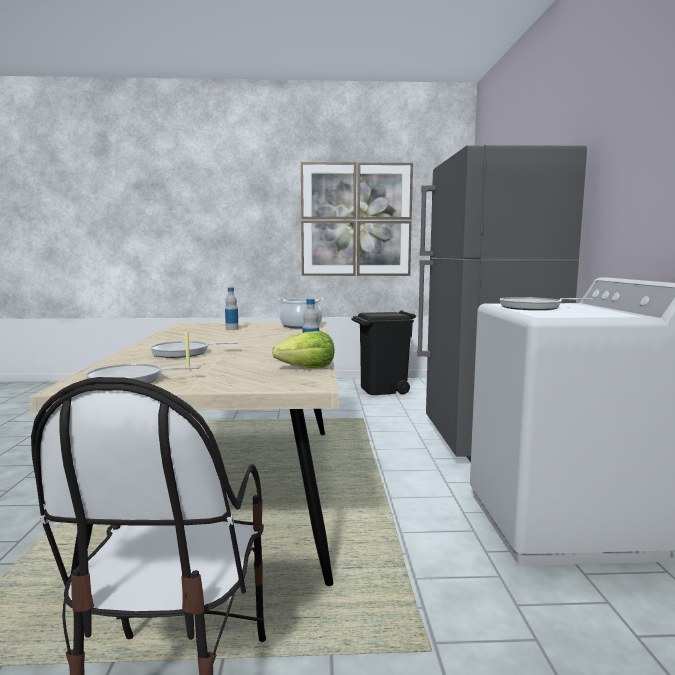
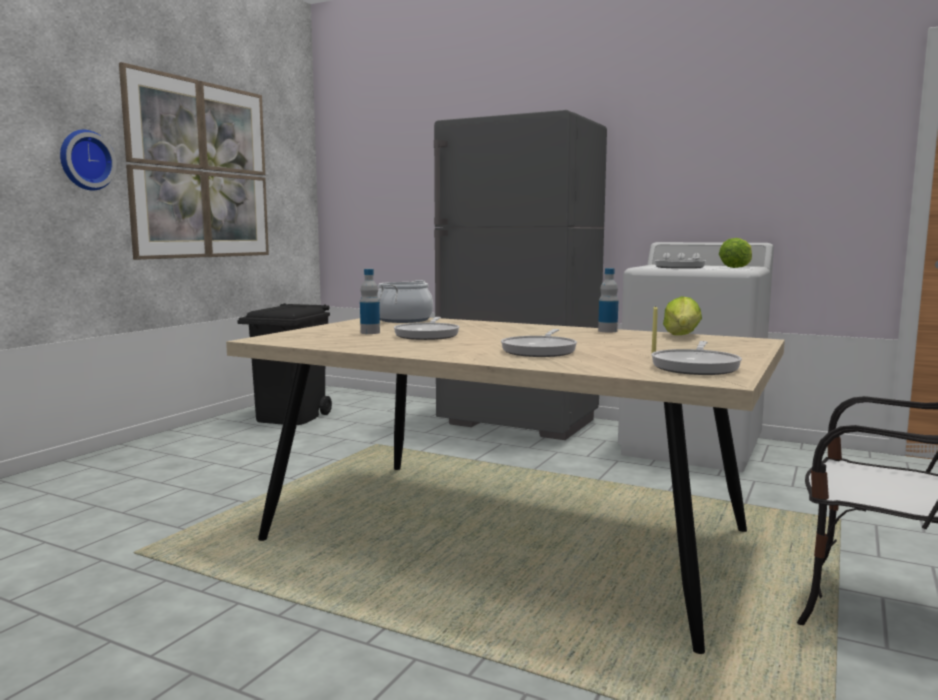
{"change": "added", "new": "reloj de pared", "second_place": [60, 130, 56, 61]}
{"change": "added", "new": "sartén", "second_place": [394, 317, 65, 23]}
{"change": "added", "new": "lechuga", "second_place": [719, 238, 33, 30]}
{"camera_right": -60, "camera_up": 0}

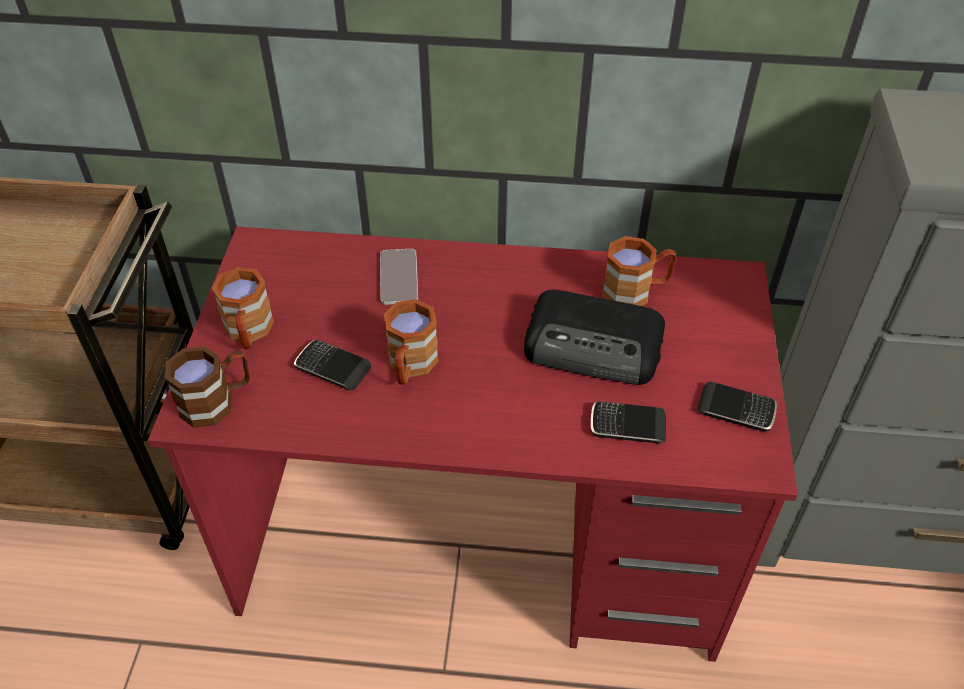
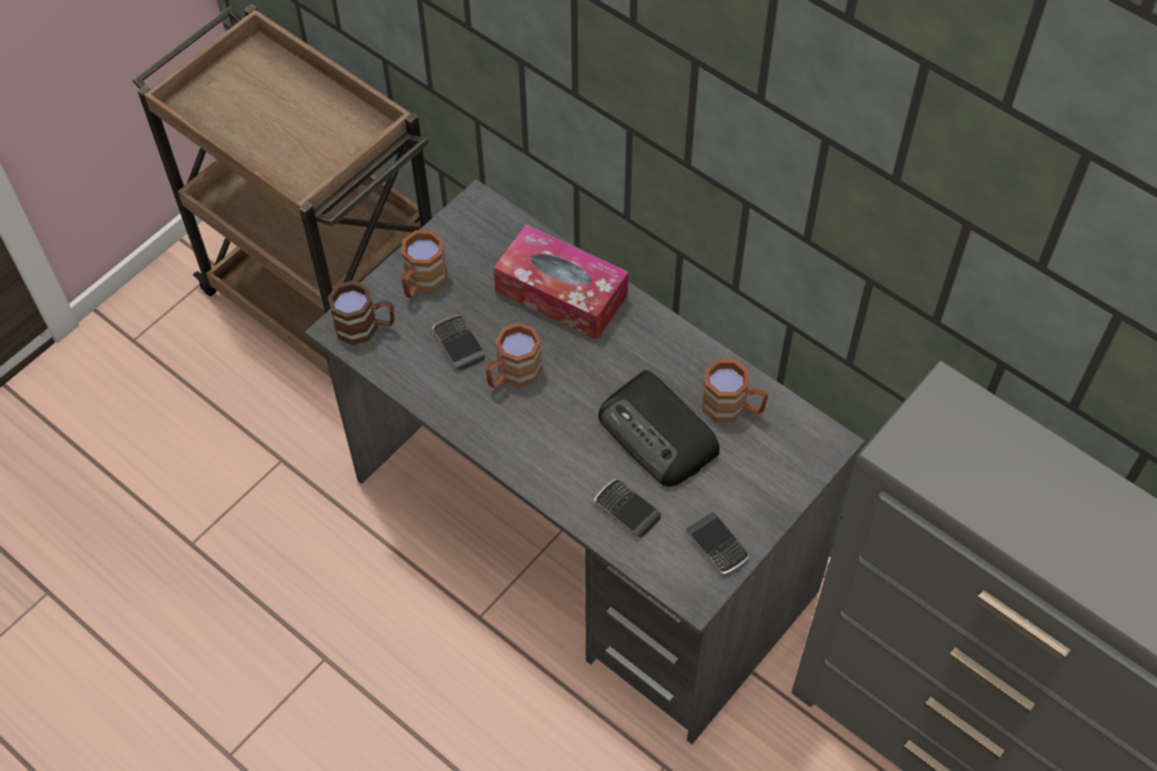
{"change": "recoloured", "old": "escritorio (rojo)", "new": "escritorio (gris)", "first_place": [148, 227, 650, 435], "second_place": [305, 179, 560, 565]}
{"change": "replaced", "old": "móvil", "new": "caja de pañuelos", "first_place": [380, 249, 38, 56], "second_place": [493, 225, 136, 115]}
{"camera_right": 35, "camera_up": 10}

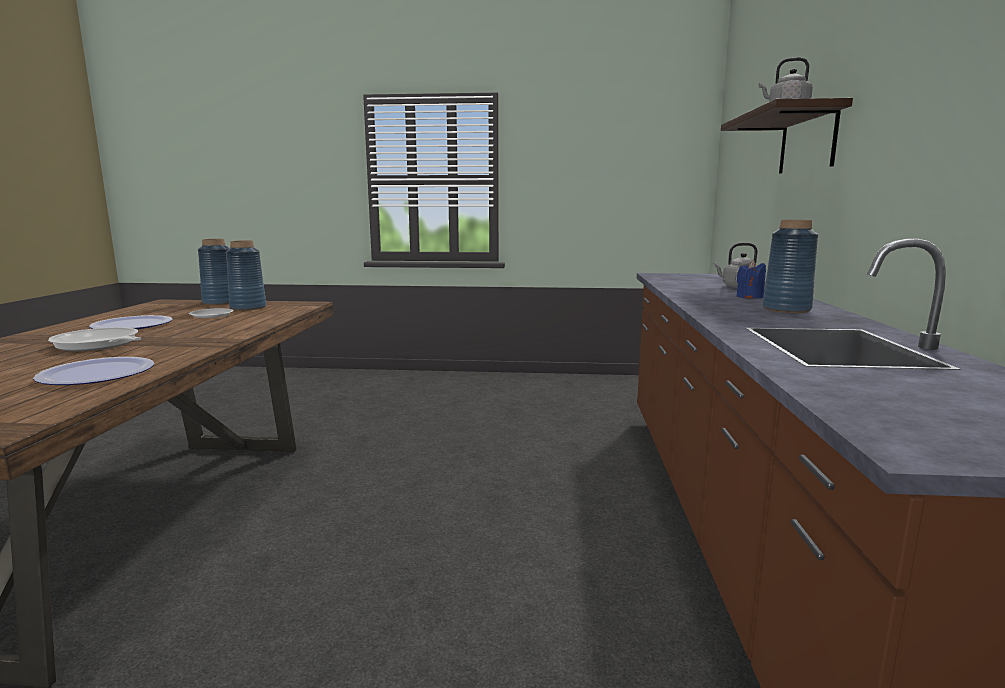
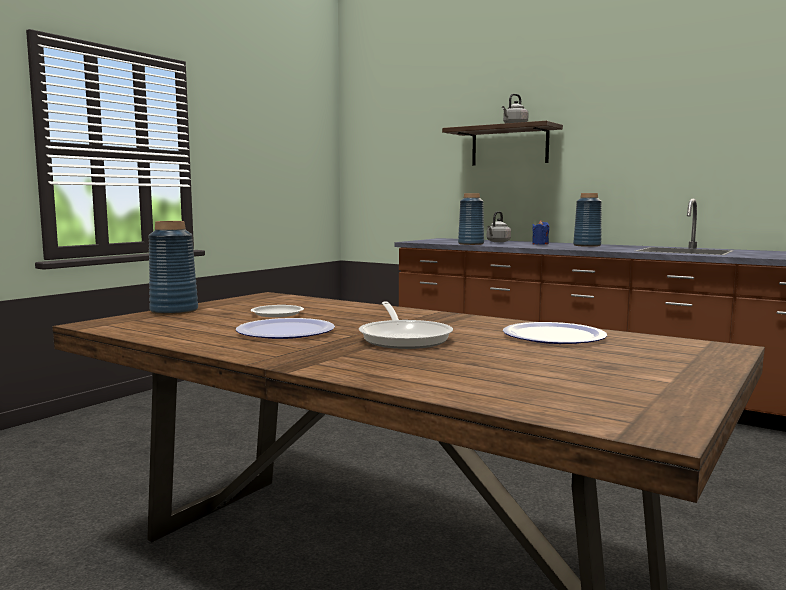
{"change": "turned", "old": "sartén", "first_place": [48, 327, 93, 24], "second_place": [359, 301, 94, 48], "degrees": -75}
{"change": "moved", "old": "florero (azul)", "first_place": [226, 240, 40, 71], "second_place": [458, 193, 26, 52]}
{"camera_right": -60, "camera_up": -5}

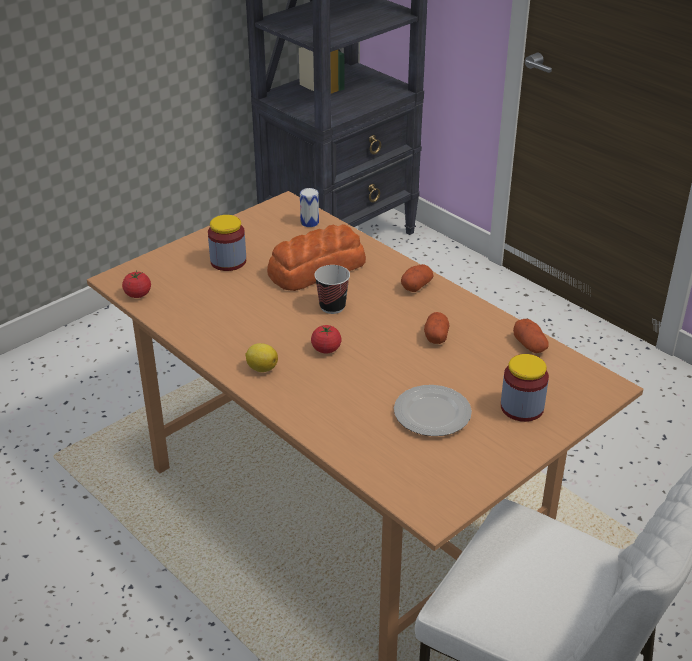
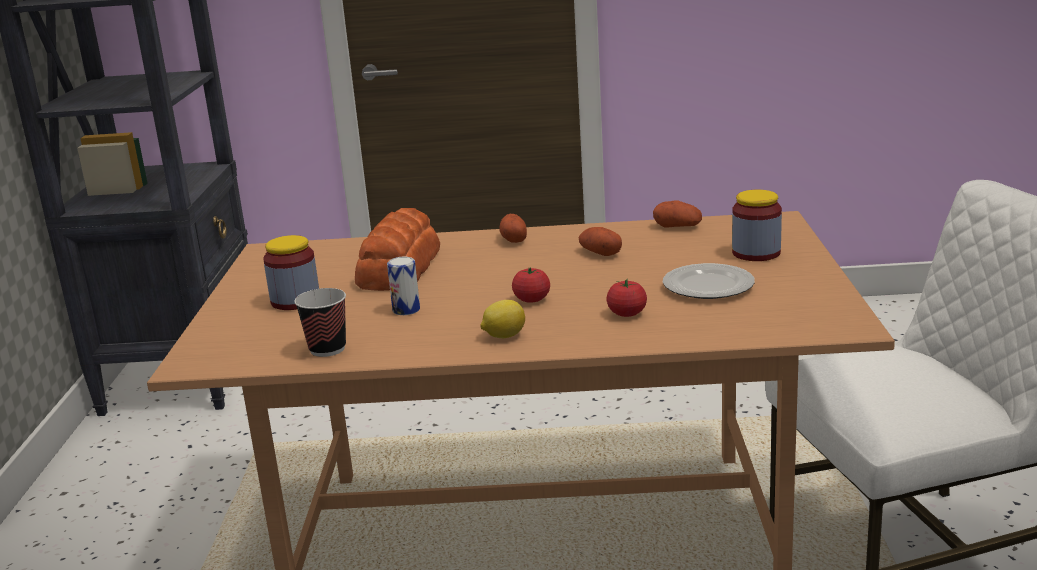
{"change": "moved", "old": "tomate", "first_place": [122, 271, 29, 27], "second_place": [606, 279, 41, 38]}
{"change": "moved", "old": "lata", "first_place": [300, 188, 19, 39], "second_place": [387, 257, 33, 58]}
{"change": "moved", "old": "taza", "first_place": [314, 265, 36, 49], "second_place": [294, 288, 52, 69]}
{"camera_right": -45, "camera_up": -15}

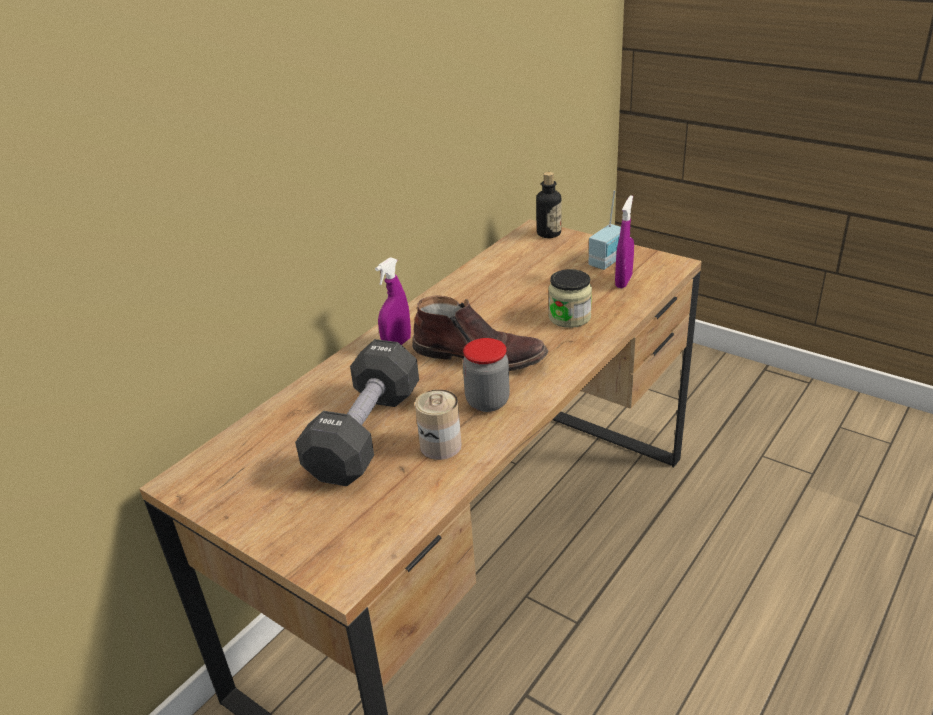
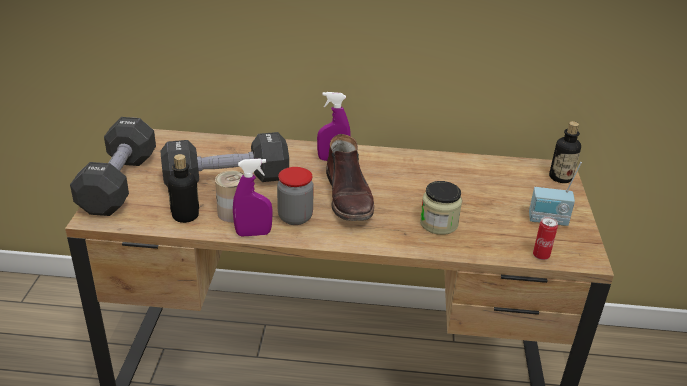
{"change": "moved", "old": "pulverizador (morado)", "first_place": [615, 195, 19, 93], "second_place": [233, 158, 40, 78]}
{"change": "added", "new": "mancuerna (negro)", "second_place": [70, 117, 86, 99]}
{"change": "added", "new": "botella", "second_place": [168, 154, 31, 69]}
{"change": "added", "new": "lata", "second_place": [533, 217, 25, 43]}
{"camera_right": 55, "camera_up": 0}

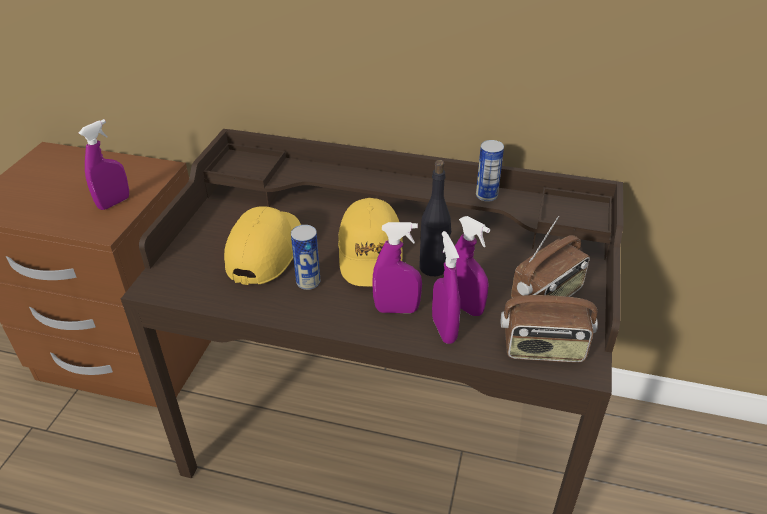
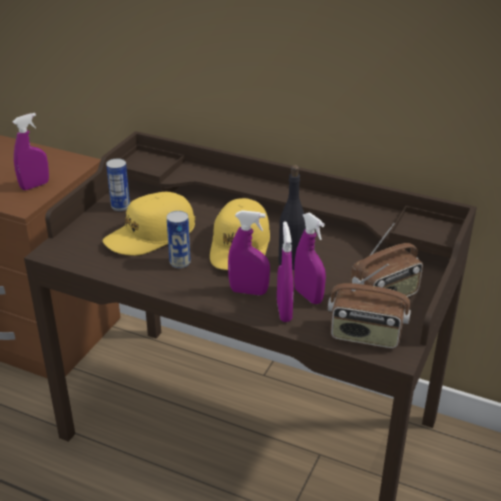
{"change": "turned", "old": "gorra (amarillo)", "first_place": [224, 206, 77, 79], "second_place": [103, 192, 92, 64], "degrees": -150}
{"change": "moved", "old": "lata", "first_place": [476, 140, 28, 62], "second_place": [106, 159, 24, 52]}
{"camera_right": 10, "camera_up": -5}

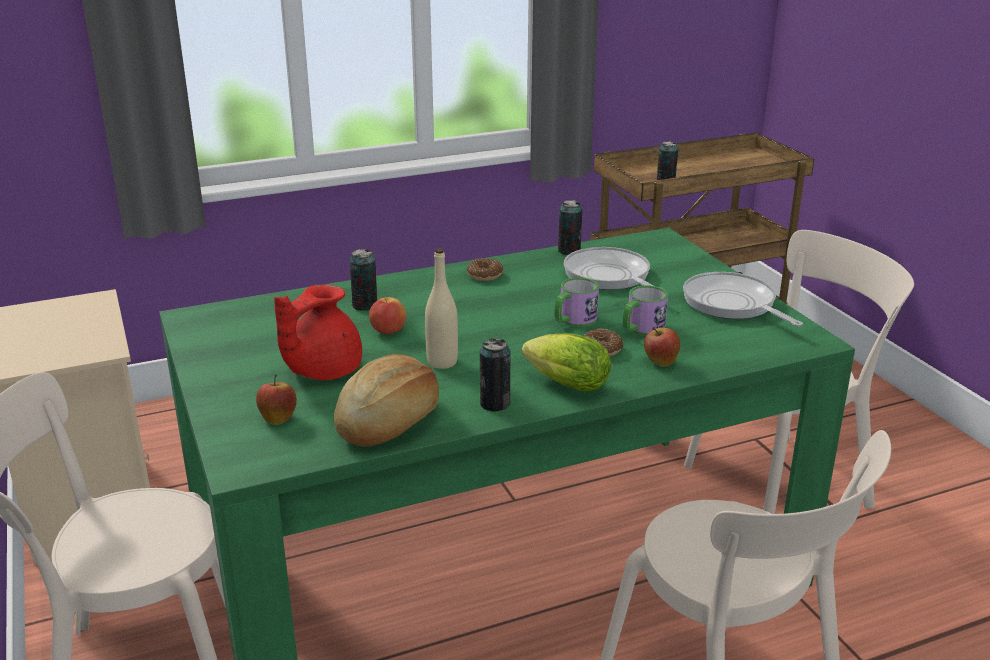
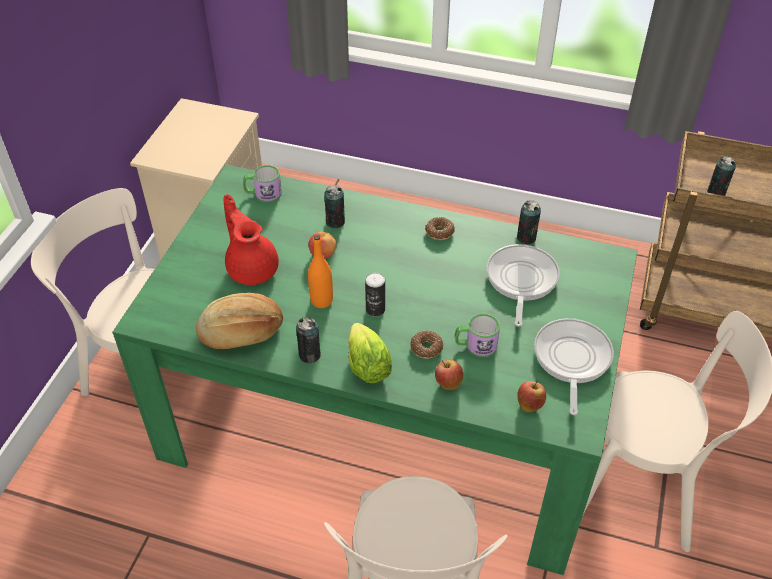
{"change": "moved", "old": "manzana", "first_place": [256, 375, 41, 50], "second_place": [517, 380, 29, 32]}
{"change": "turned", "old": "tetera (rojo)", "first_place": [274, 284, 88, 96], "second_place": [224, 194, 55, 91], "degrees": 75}
{"change": "recoloured", "old": "botella (beis)", "new": "botella (naranja)", "first_place": [425, 248, 33, 121], "second_place": [308, 235, 25, 73]}
{"change": "moved", "old": "taza grande", "first_place": [555, 278, 44, 49], "second_place": [243, 165, 39, 37]}
{"change": "added", "new": "lata", "second_place": [365, 272, 20, 45]}
{"camera_right": 40, "camera_up": 20}

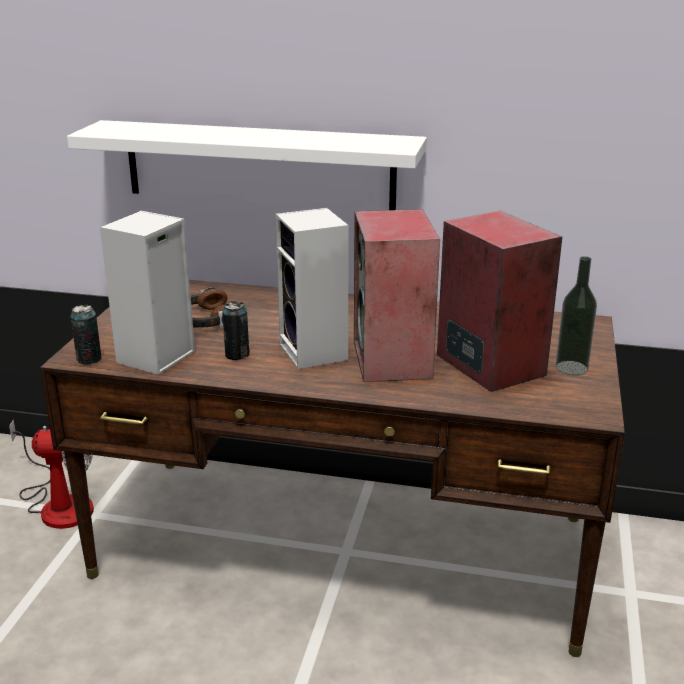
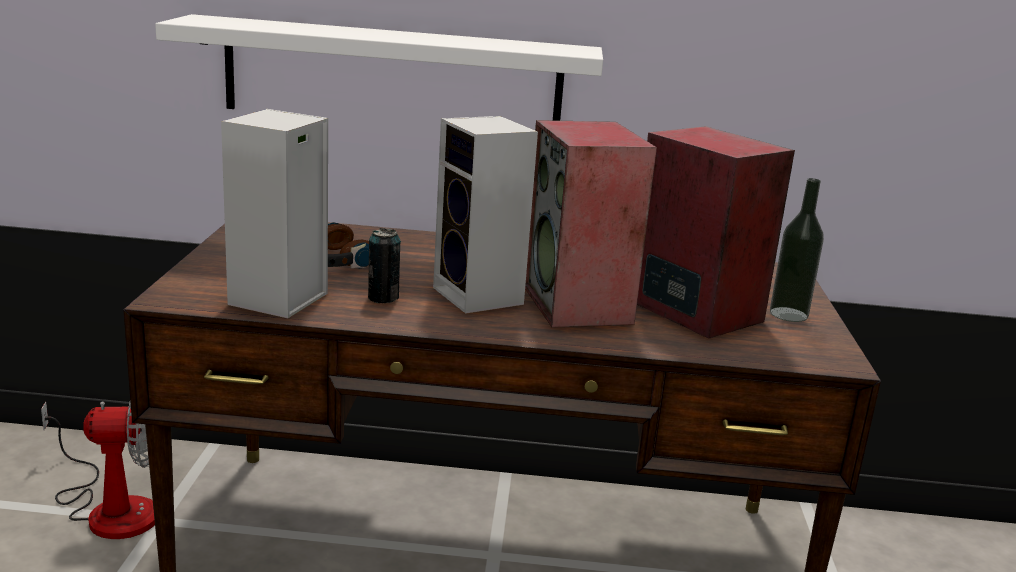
{"change": "removed", "old": "lata", "first_place": [70, 305, 32, 60]}
{"camera_right": -10, "camera_up": -5}

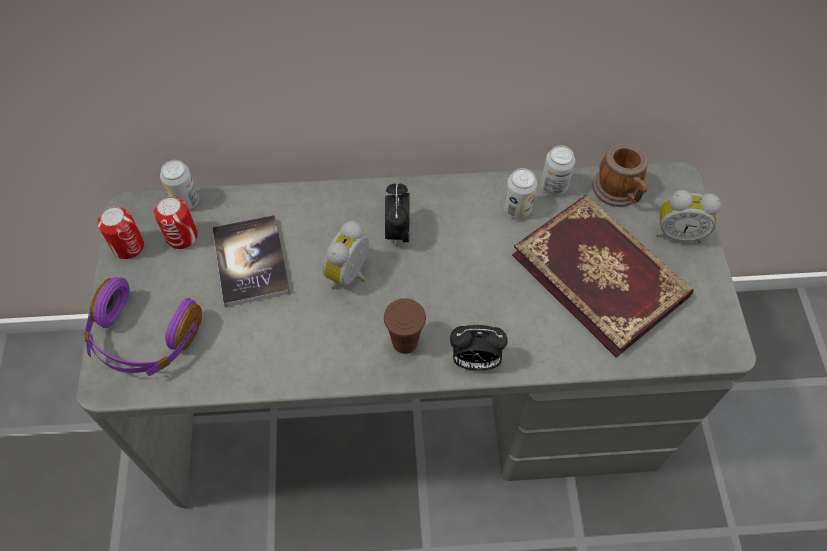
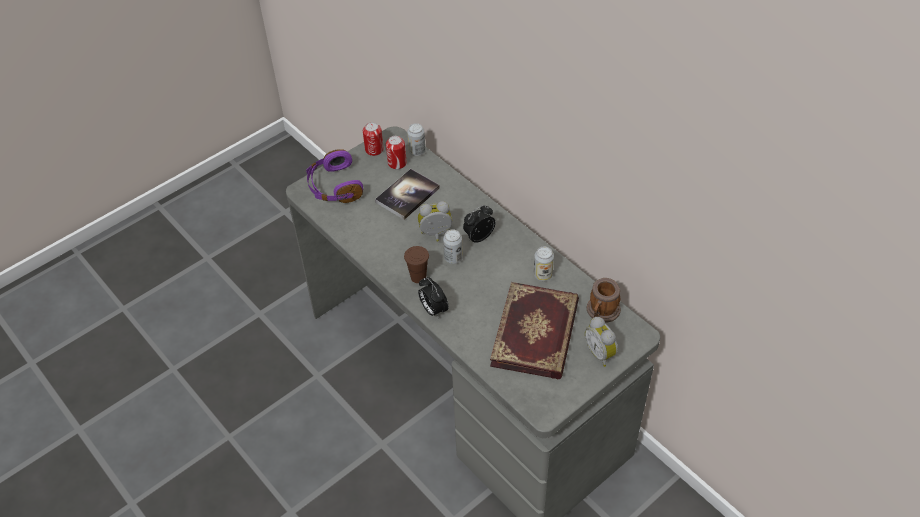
{"change": "moved", "old": "lata", "first_place": [540, 145, 35, 51], "second_place": [443, 229, 20, 35]}
{"camera_right": 55, "camera_up": -10}

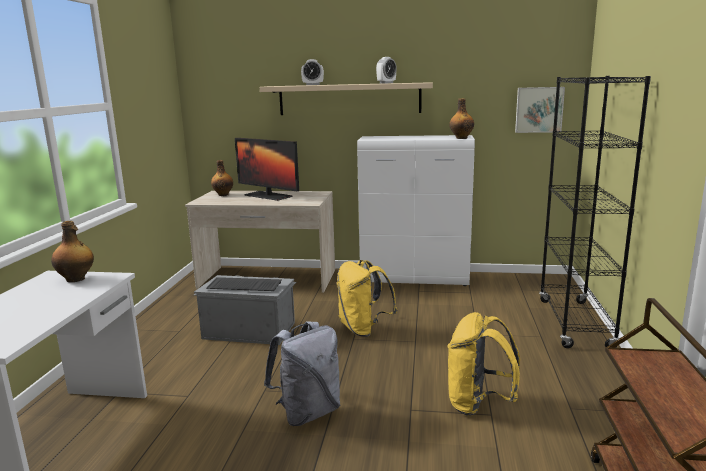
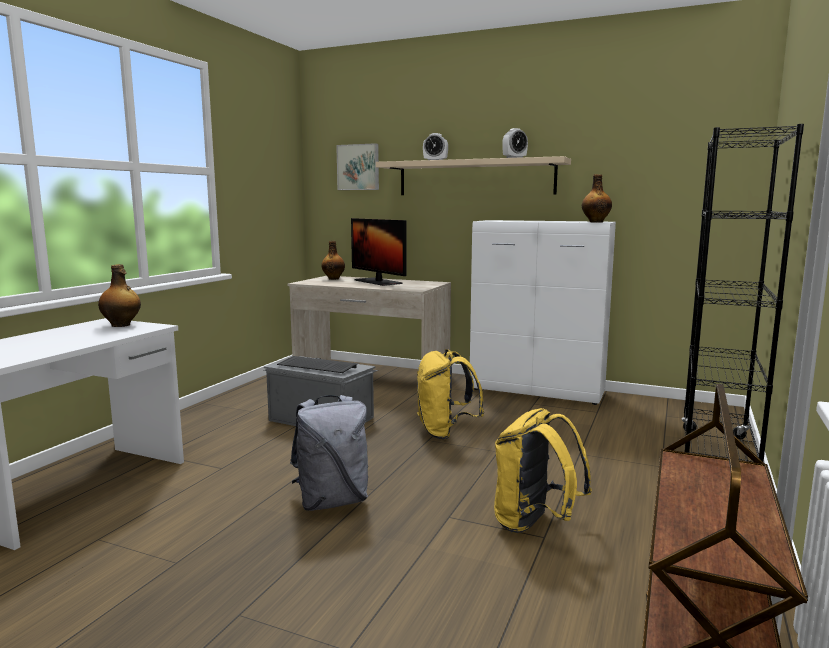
{"change": "moved", "old": "cuadro", "first_place": [515, 87, 50, 46], "second_place": [336, 143, 43, 47]}
{"camera_right": 15, "camera_up": -5}

